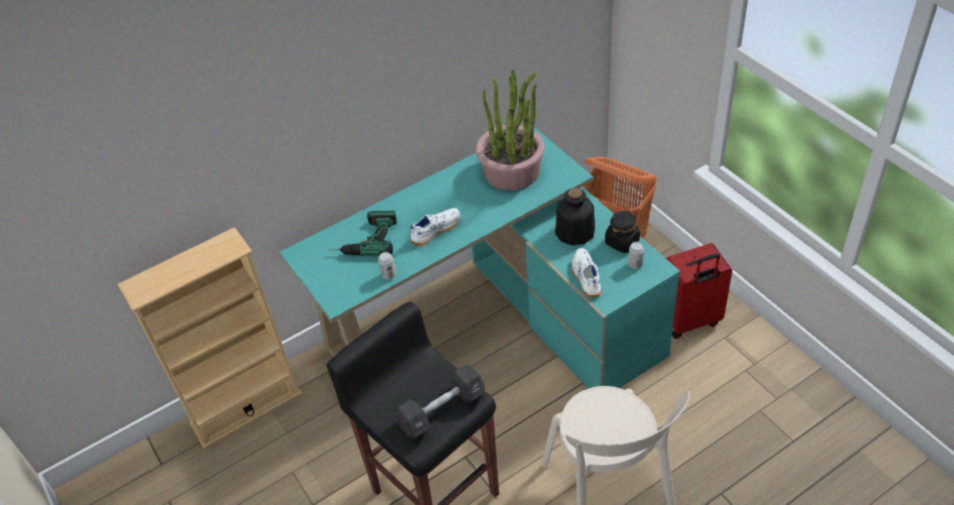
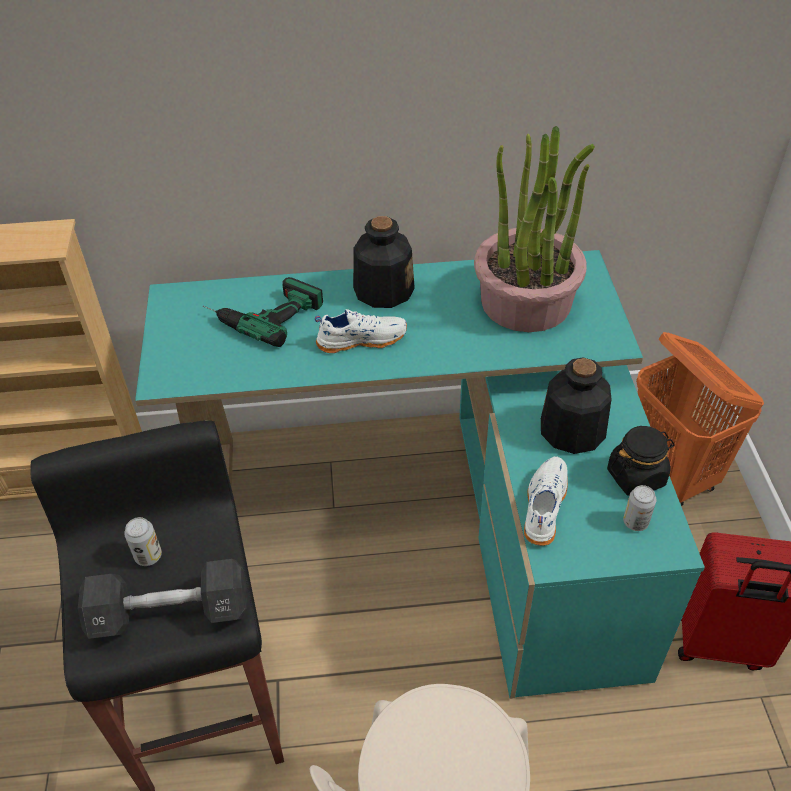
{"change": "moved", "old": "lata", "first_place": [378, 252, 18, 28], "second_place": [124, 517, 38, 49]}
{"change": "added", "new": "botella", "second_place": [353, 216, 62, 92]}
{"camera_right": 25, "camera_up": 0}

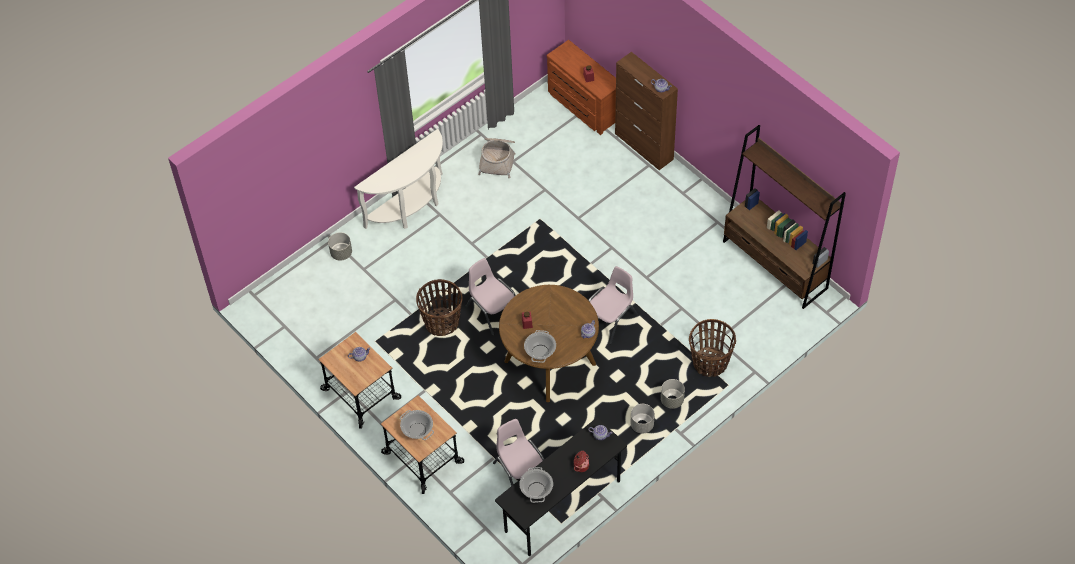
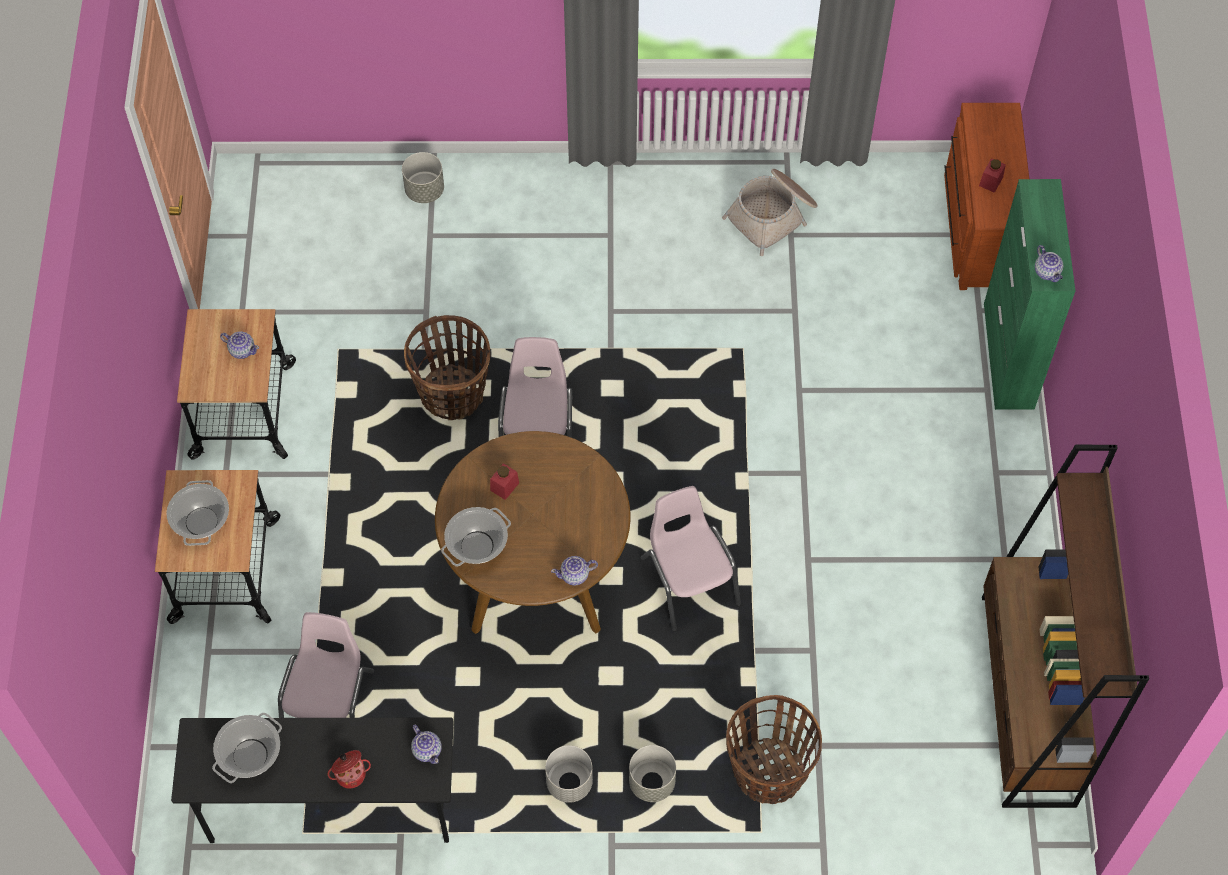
{"change": "removed", "old": "mesa consola (blanco)", "first_place": [354, 129, 89, 100]}
{"change": "turned", "old": "silla (rosa)", "first_place": [588, 266, 50, 78], "second_place": [641, 486, 100, 146], "degrees": -105}
{"change": "recoloured", "old": "armario (marrón)", "new": "armario (verde)", "first_place": [615, 52, 63, 118], "second_place": [984, 179, 91, 231]}
{"camera_right": 40, "camera_up": 5}

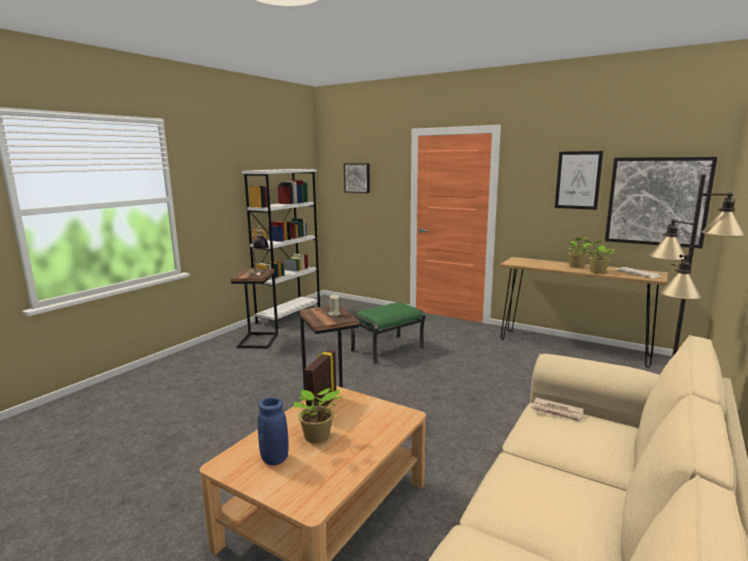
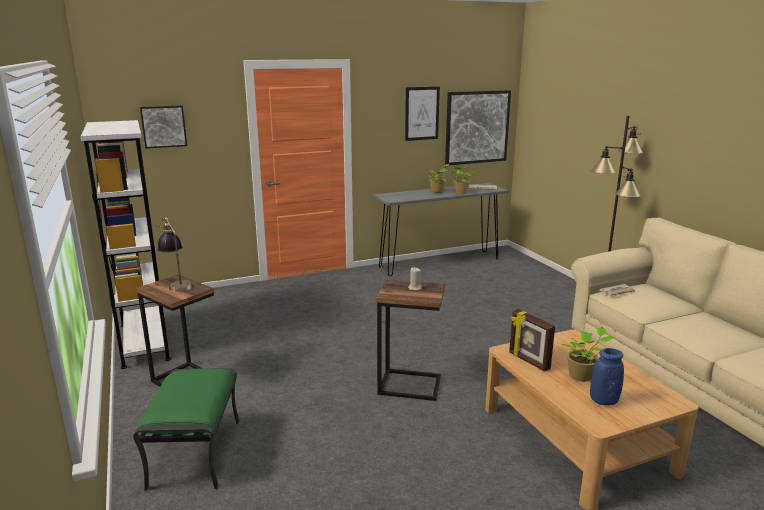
{"change": "moved", "old": "puf (verde)", "first_place": [351, 302, 74, 62], "second_place": [133, 368, 106, 123]}
{"change": "recoloured", "old": "mesa consola (marrón)", "new": "mesa consola (gris)", "first_place": [500, 257, 168, 111], "second_place": [374, 183, 135, 93]}
{"camera_right": -55, "camera_up": 5}

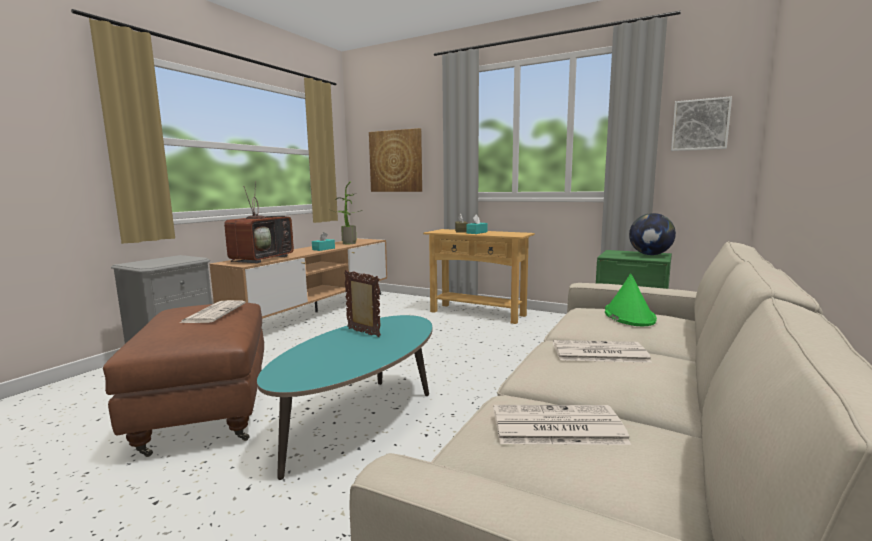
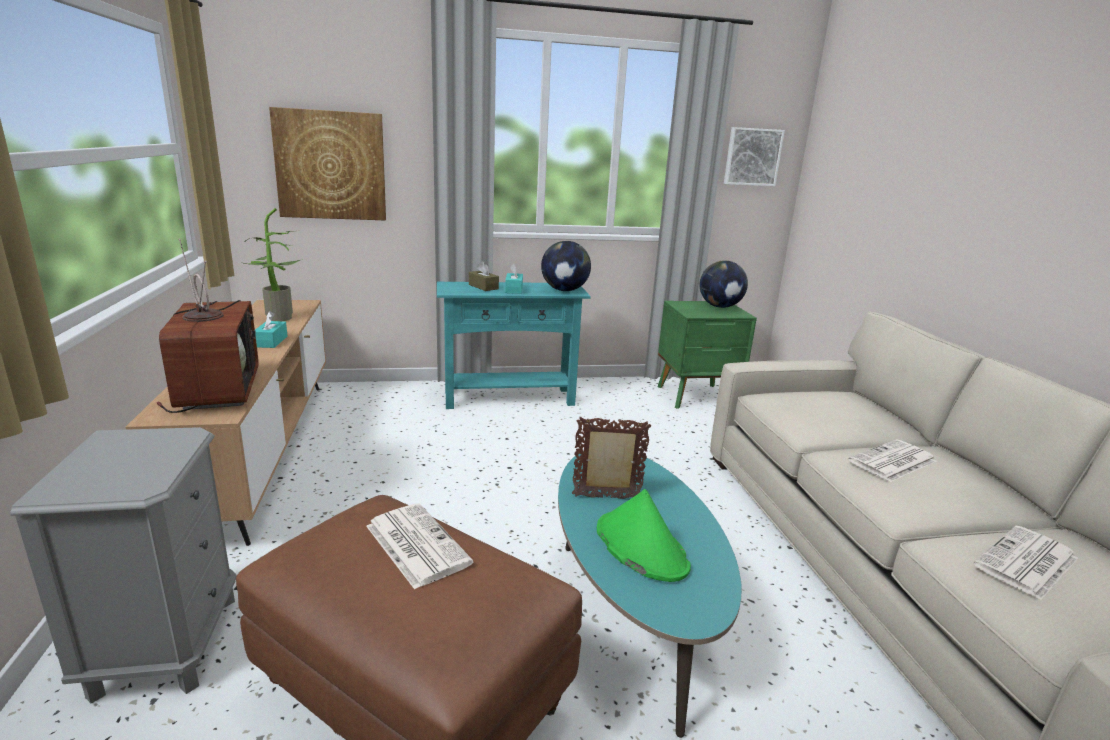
{"change": "recoloured", "old": "mesa consola (beis)", "new": "mesa consola (turquesa)", "first_place": [423, 229, 112, 95], "second_place": [437, 282, 154, 127]}
{"change": "moved", "old": "sombrero (verde)", "first_place": [605, 274, 52, 52], "second_place": [597, 489, 94, 93]}
{"change": "added", "new": "globo terráqueo", "second_place": [541, 241, 50, 50]}
{"camera_right": -40, "camera_up": 10}

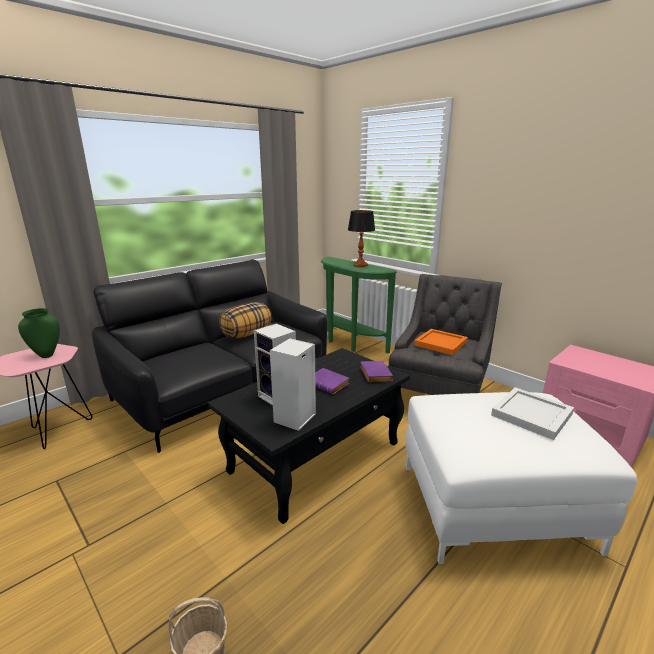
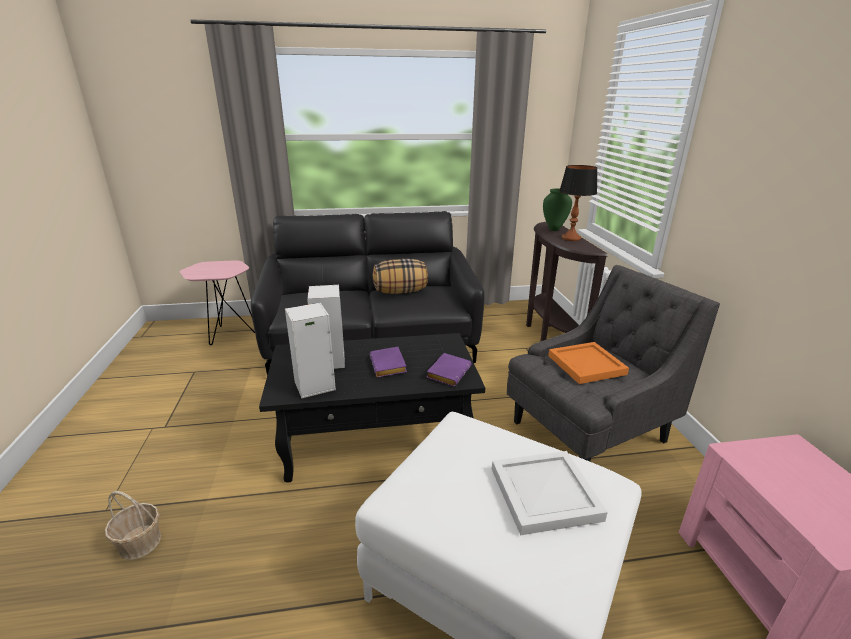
{"change": "moved", "old": "florero (verde)", "first_place": [18, 308, 42, 50], "second_place": [543, 188, 29, 43]}
{"change": "recoloured", "old": "mesa consola (verde)", "new": "mesa consola (marrón)", "first_place": [321, 257, 76, 97], "second_place": [526, 222, 82, 120]}
{"camera_right": 35, "camera_up": 5}

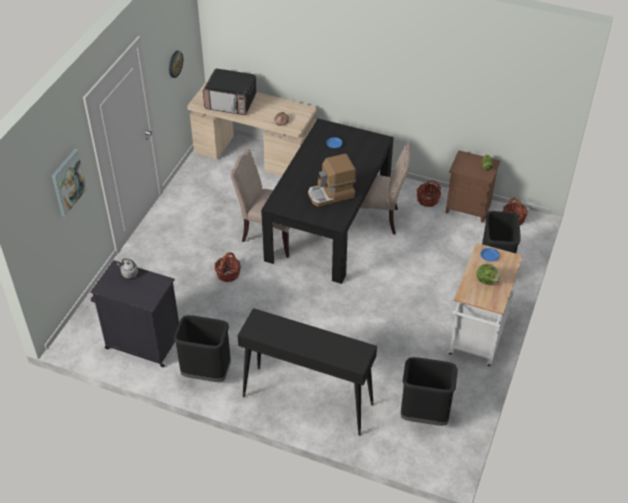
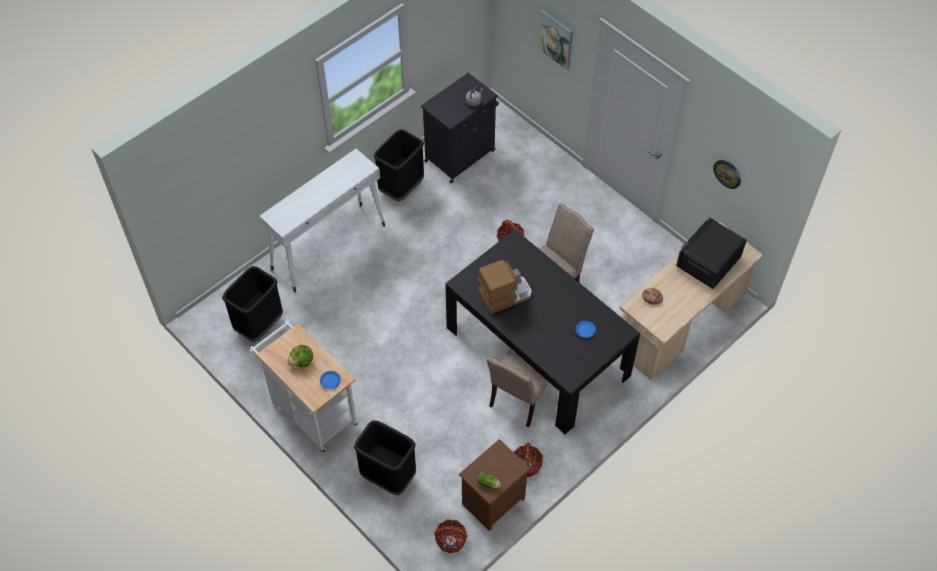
{"change": "recoloured", "old": "mesa consola (negro)", "new": "mesa consola (blanco)", "first_place": [237, 308, 140, 128], "second_place": [259, 149, 126, 144]}
{"change": "turned", "old": "cafetera", "first_place": [308, 154, 48, 53], "second_place": [478, 260, 54, 54], "degrees": 60}
{"camera_right": 115, "camera_up": 10}

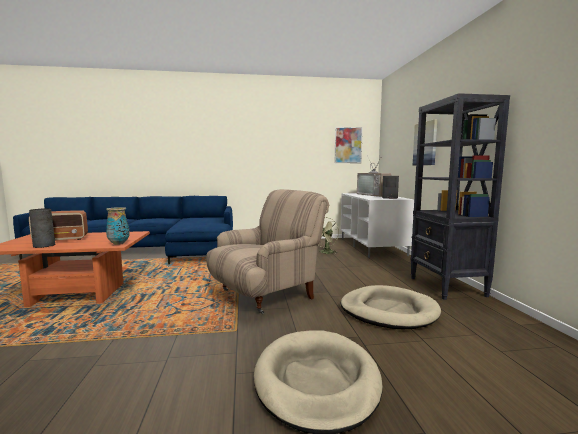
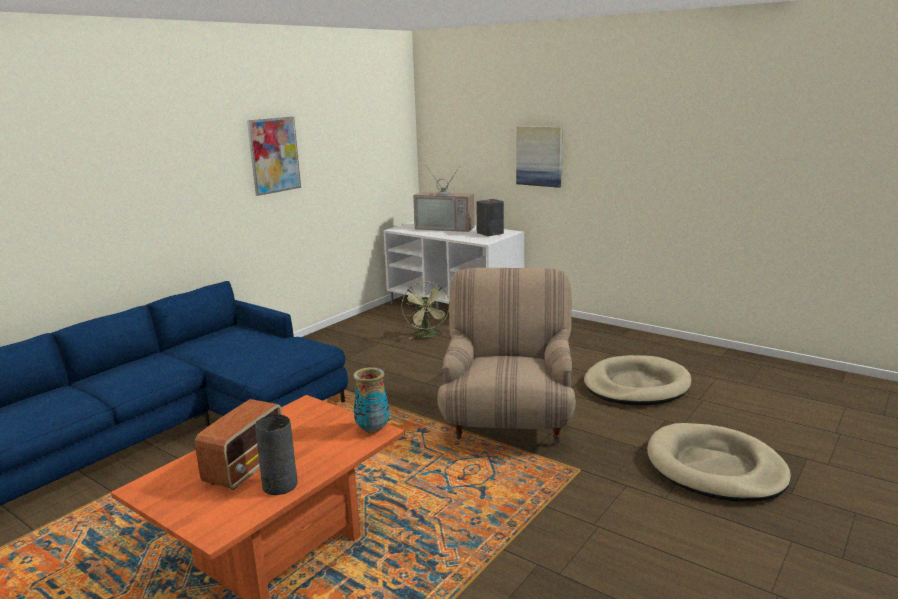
{"change": "moved", "old": "cuadro", "first_place": [335, 127, 28, 36], "second_place": [247, 117, 54, 79]}
{"change": "removed", "old": "estantería (negro)", "first_place": [410, 93, 100, 207]}
{"camera_right": -45, "camera_up": 10}

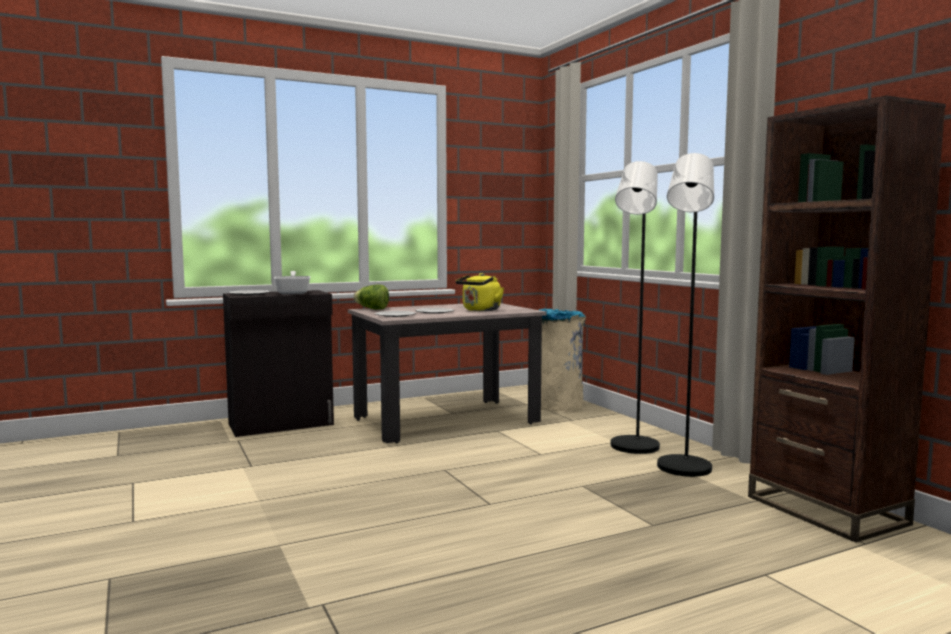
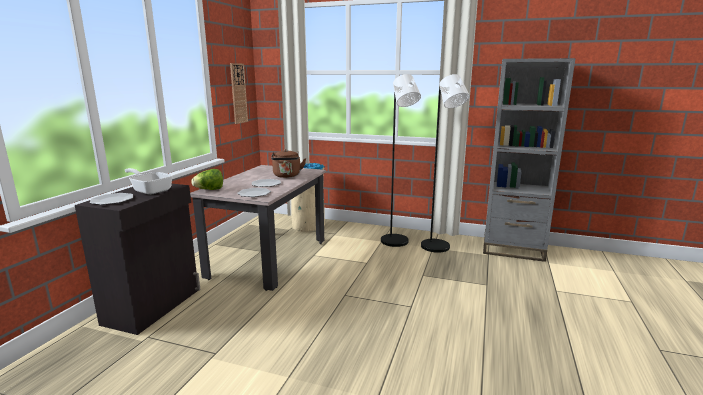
{"change": "recoloured", "old": "hervidor (amarillo)", "new": "hervidor (marrón)", "first_place": [456, 273, 48, 38], "second_place": [271, 149, 35, 29]}
{"change": "recoloured", "old": "estantería (marrón)", "new": "estantería (gris)", "first_place": [748, 95, 198, 448], "second_place": [483, 58, 93, 204]}
{"change": "added", "new": "reloj de pared", "second_place": [230, 63, 18, 61]}
{"camera_right": -45, "camera_up": 10}

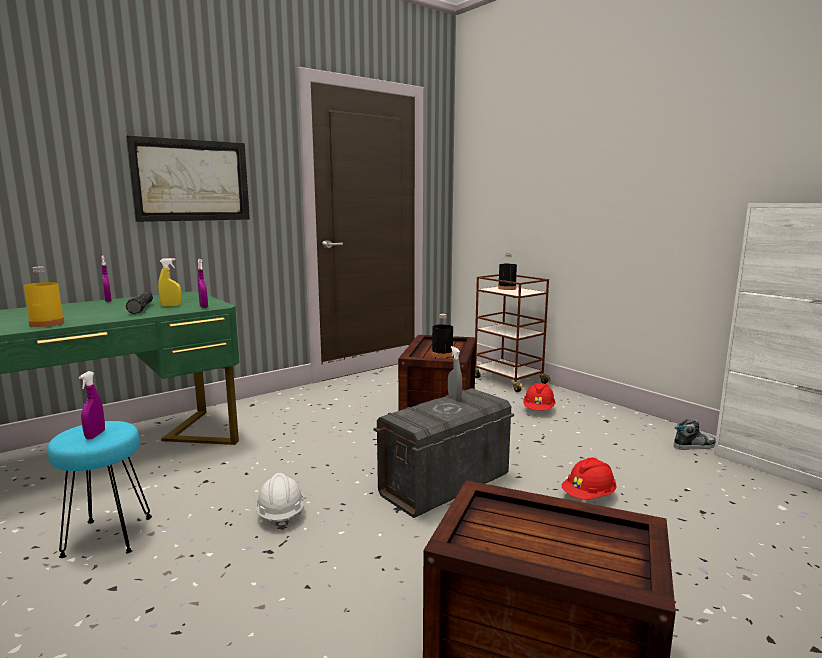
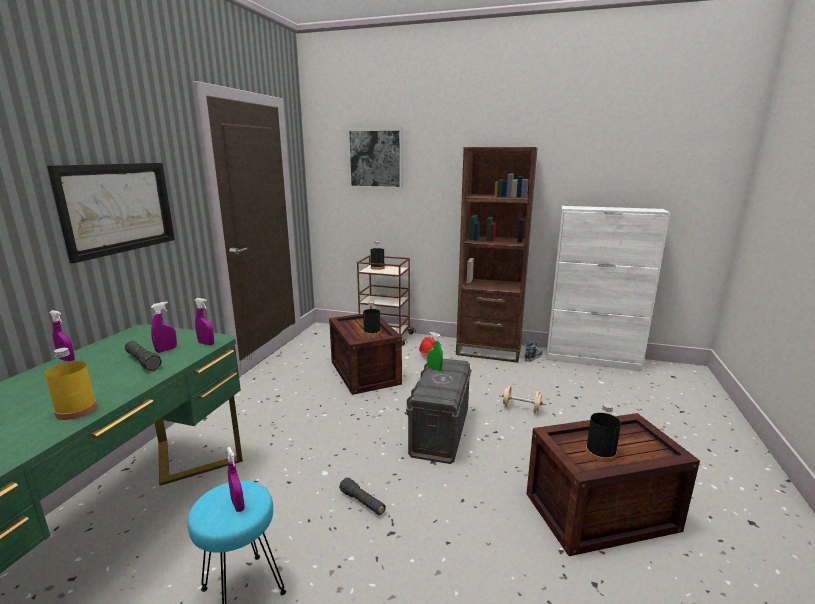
{"change": "recoloured", "old": "pulverizador (amarillo)", "new": "pulverizador (morado)", "first_place": [158, 258, 24, 48], "second_place": [151, 302, 26, 51]}
{"change": "replaced", "old": "casco (blanco)", "new": "linterna (negro)", "first_place": [256, 473, 49, 57], "second_place": [339, 477, 47, 38]}
{"change": "recoloured", "old": "pulverizador (gris)", "new": "pulverizador (verde)", "first_place": [448, 346, 14, 55], "second_place": [427, 332, 16, 38]}
{"change": "replaced", "old": "casco (rojo)", "new": "mancuerna (beis)", "first_place": [562, 457, 55, 42], "second_place": [499, 386, 47, 27]}
{"change": "added", "new": "cuadro", "second_place": [347, 128, 56, 61]}
{"change": "added", "new": "estantería (marrón)", "second_place": [456, 147, 82, 216]}
{"change": "added", "new": "botella (negro)", "second_place": [585, 403, 36, 60]}
{"camera_right": -35, "camera_up": 5}

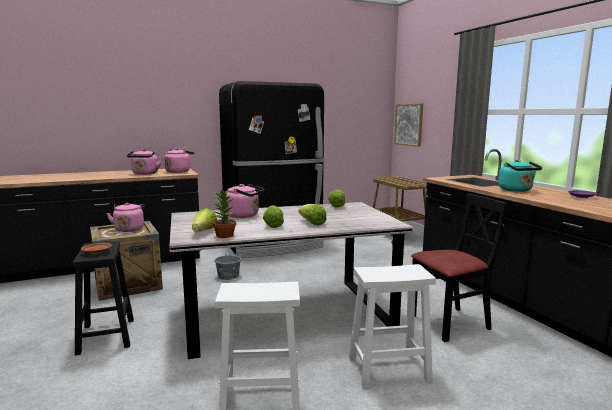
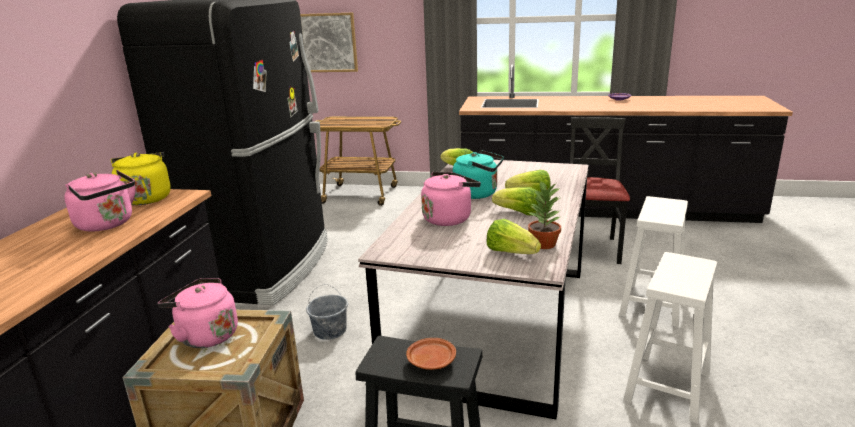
{"change": "recoloured", "old": "hervidor (rosa)", "new": "hervidor (amarillo)", "first_place": [164, 148, 30, 25], "second_place": [111, 152, 60, 53]}
{"change": "moved", "old": "hervidor (turquesa)", "first_place": [498, 160, 44, 32], "second_place": [453, 150, 51, 49]}
{"camera_right": -55, "camera_up": 10}

